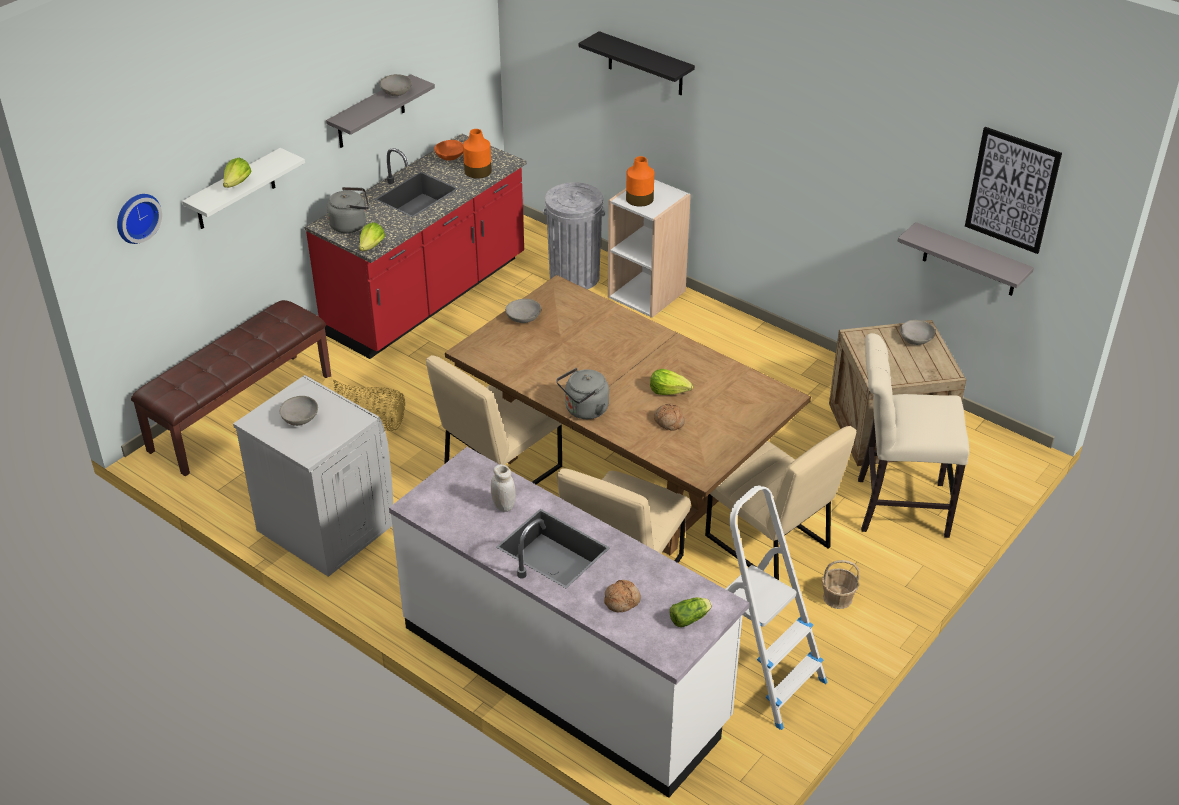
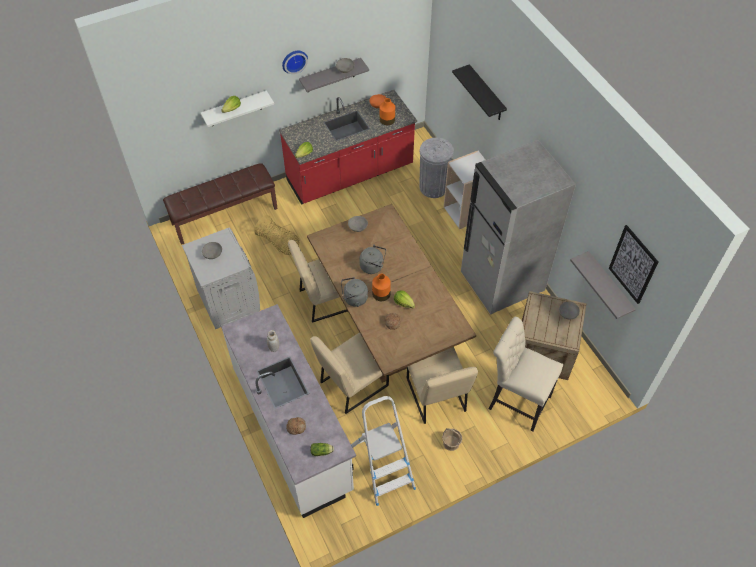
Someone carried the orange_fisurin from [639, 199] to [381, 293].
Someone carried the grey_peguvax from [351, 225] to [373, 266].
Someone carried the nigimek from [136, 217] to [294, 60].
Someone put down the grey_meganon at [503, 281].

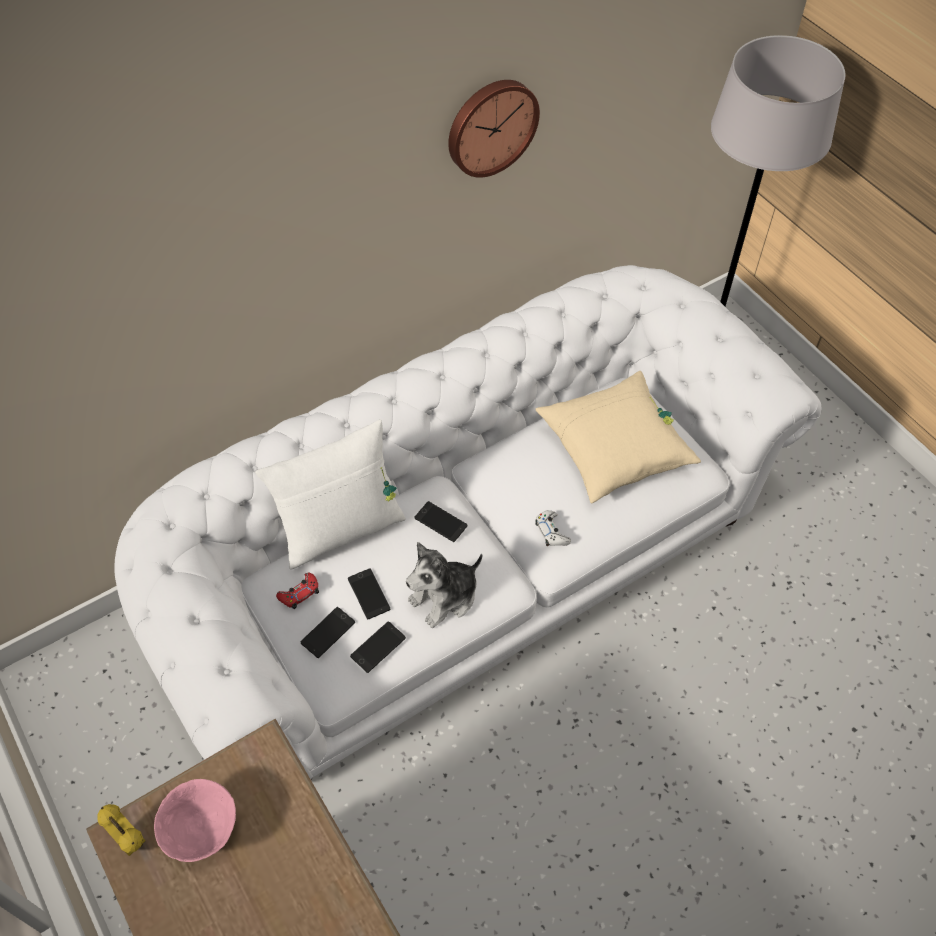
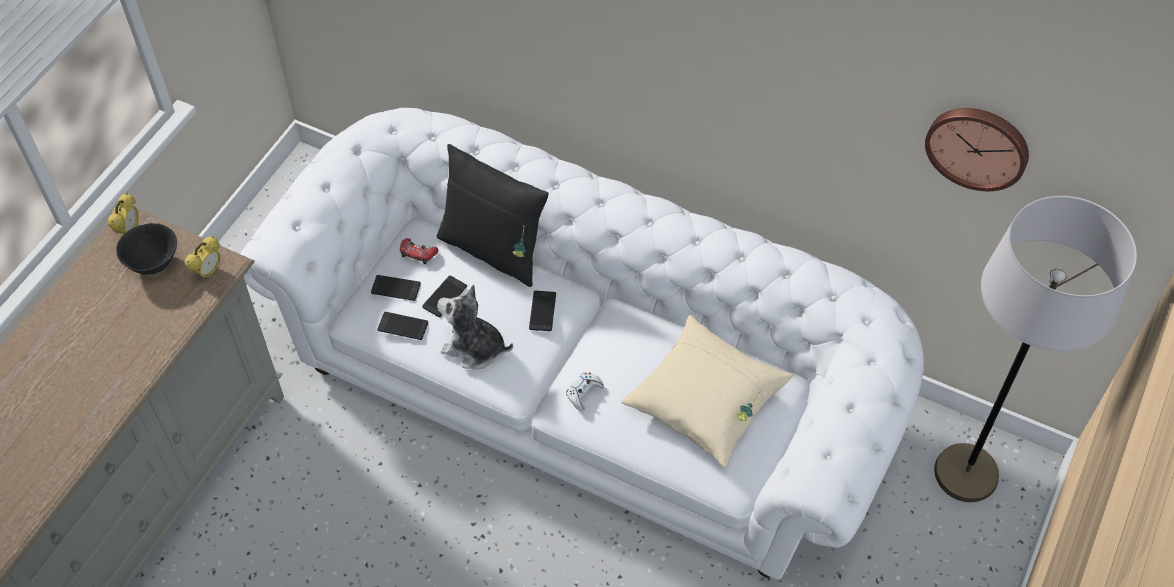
Someone carried the nigimek from [490, 126] to [978, 146].
Someone repainted the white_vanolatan at [341, 530], which became the black_vanolatan at [493, 250].
Someone repainted the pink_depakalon at [203, 831], which became the black_depakalon at [154, 263].
Someone put down the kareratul at [209, 271].

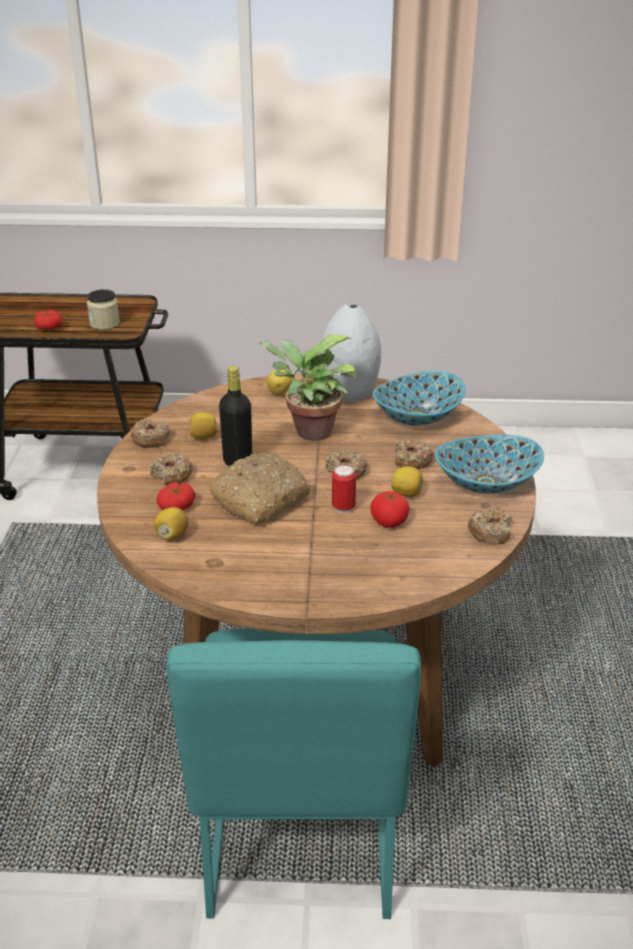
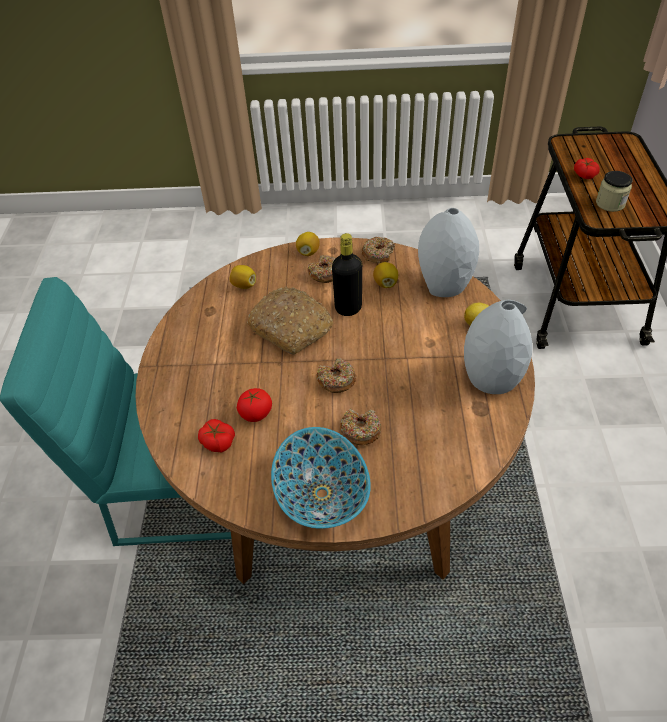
Someone took away the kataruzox at [308, 432].
Someone took away the depakalon at [416, 417].
Someone took away the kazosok at [343, 507].
Someone carried the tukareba from [407, 493] to [308, 252].
Someone carried the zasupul from [177, 506] to [218, 441].
Someone took away the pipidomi at [490, 532].
Someone put down the grey_fisurin at [444, 285].

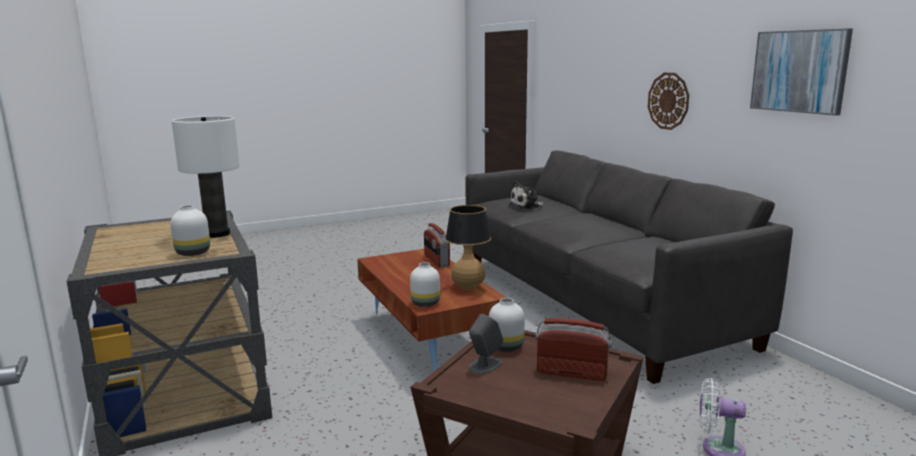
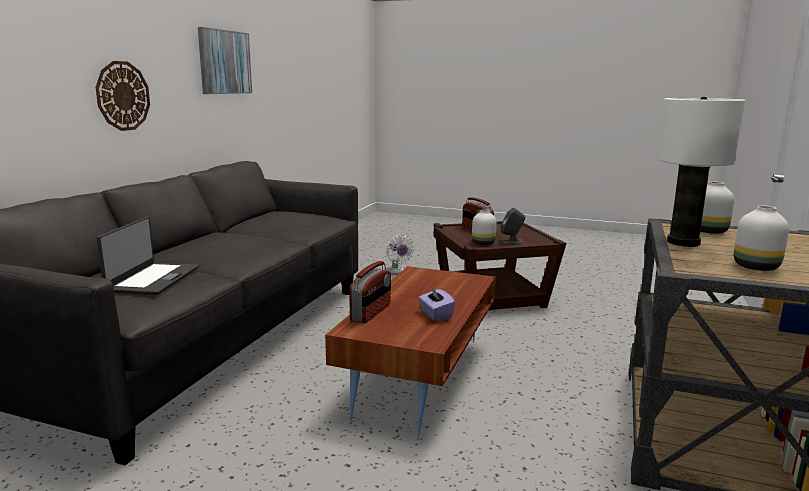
Someone swapped the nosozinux at [527, 206] for the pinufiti at [153, 279].
Someone took away the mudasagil at [465, 286].
Someone carried the white_fisurin from [425, 304] to [756, 267].
Someone put down the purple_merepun at [435, 315].

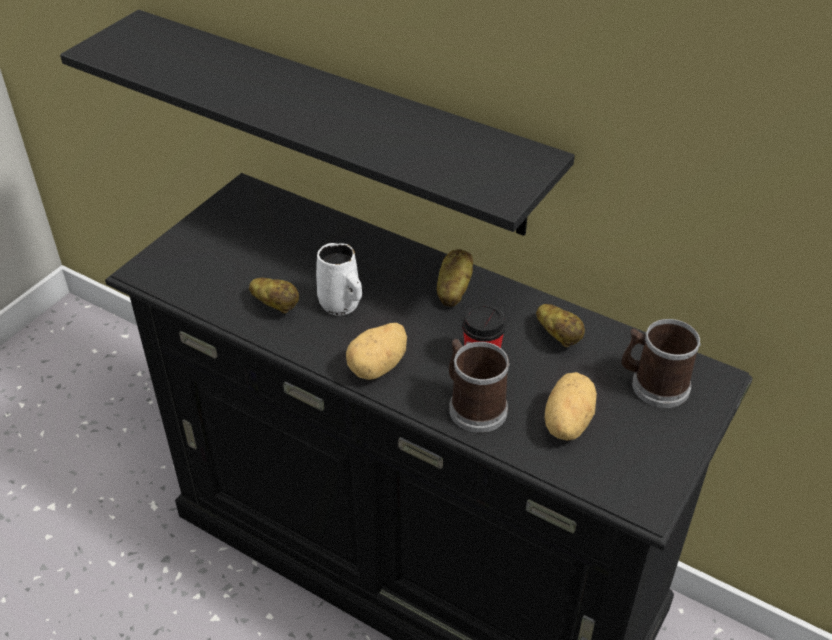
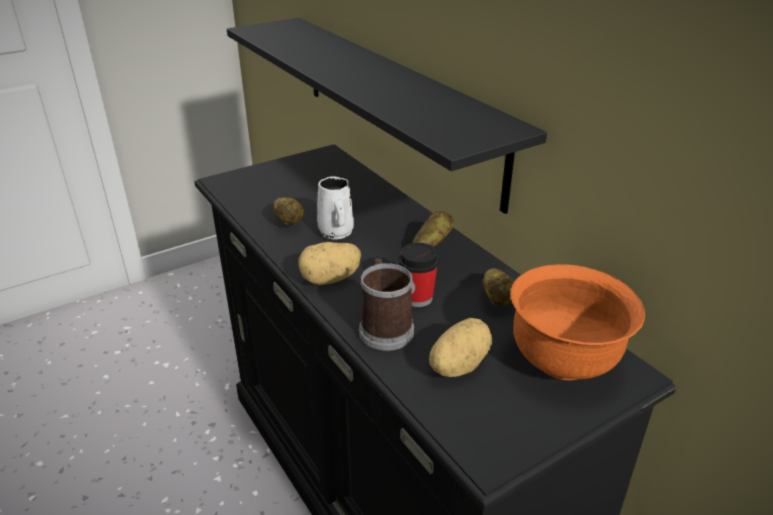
Someone swapped the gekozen at [653, 385] for the orange_depakalon at [564, 361].

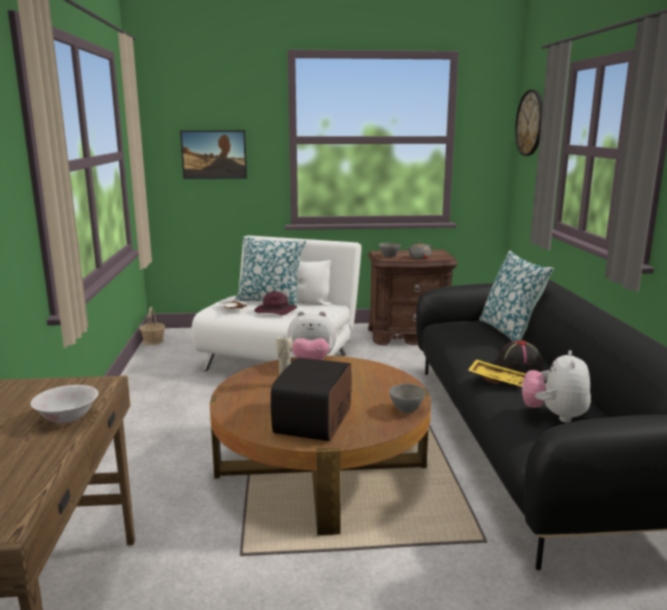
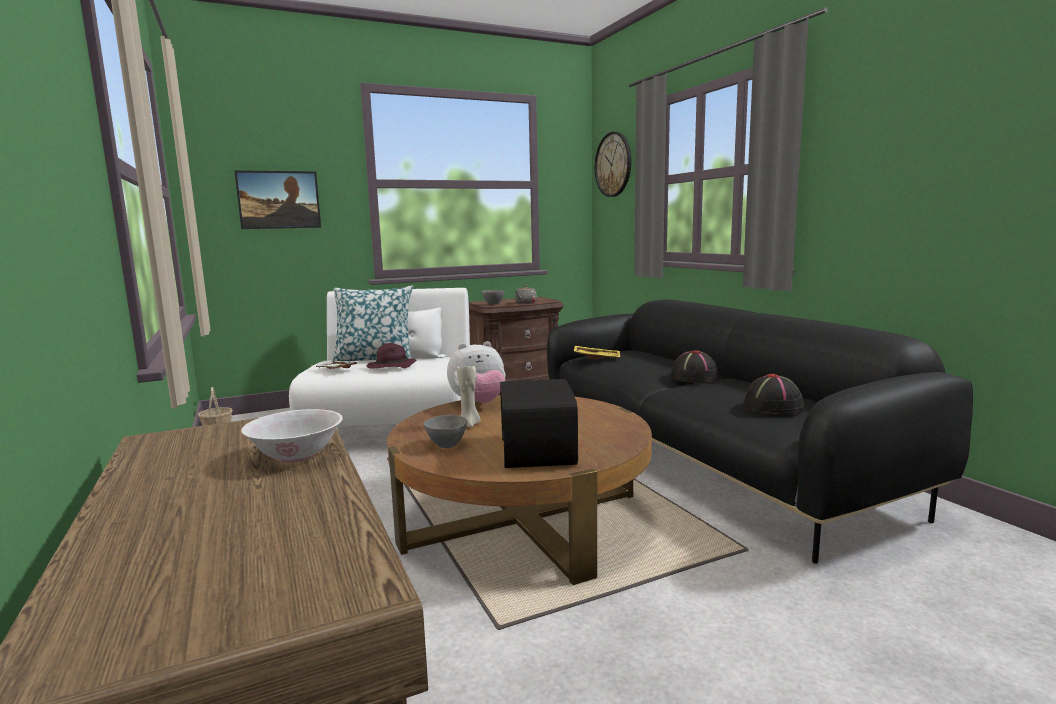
Someone took away the vanolatan at [510, 331].
Someone swapped the nosozinux at [554, 415] for the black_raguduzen at [773, 407].
Someone carried the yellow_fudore from [498, 380] to [597, 358].
Someone carried the grey_depakalon from [406, 410] to [446, 445].

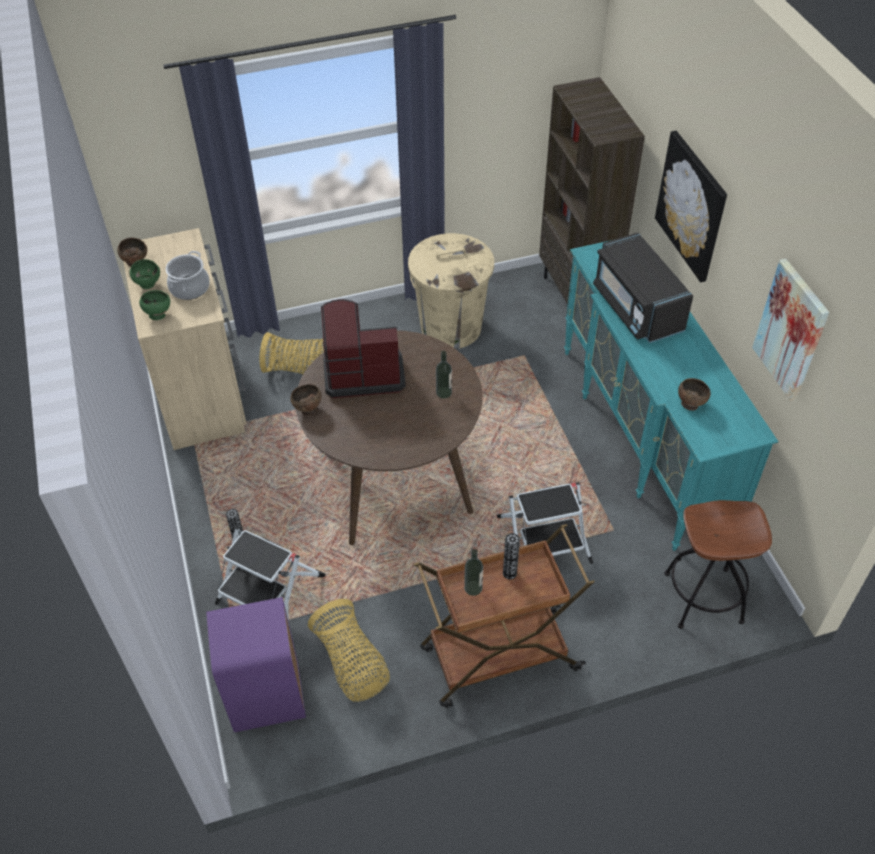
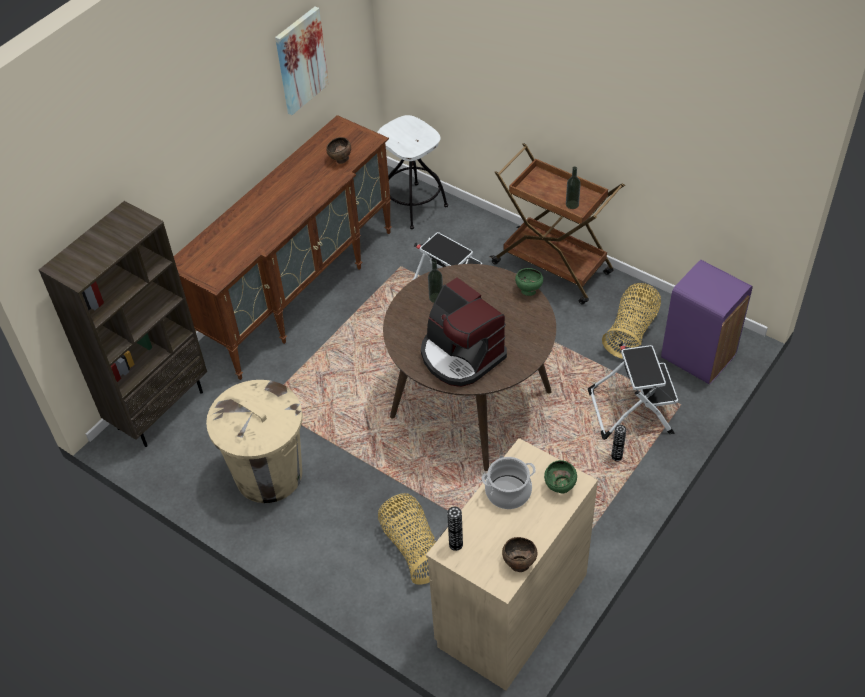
Someone took away the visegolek at [692, 206].
Someone took away the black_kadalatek at [636, 308].
Someone repainted the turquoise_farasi at [642, 437], which became the brown_farasi at [299, 291].
Someone carried the green_depakalon from [149, 285] to [528, 291].
Someone took away the brown_depakalon at [307, 410].
Someone repainted the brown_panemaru at [703, 597], which became the white_panemaru at [414, 205].
Someone carried the fisurin from [509, 573] to [456, 544].

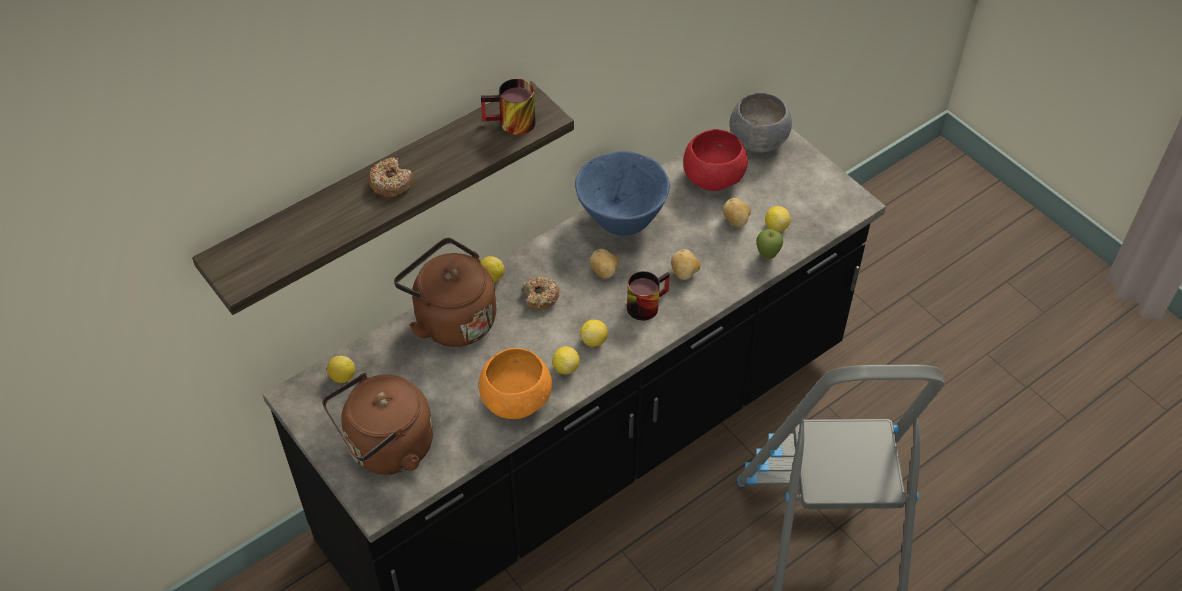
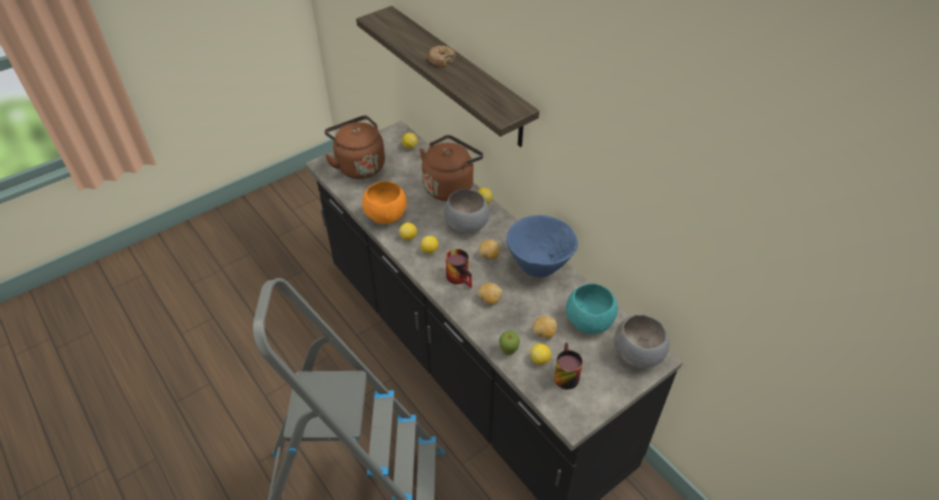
Someone carried the gekozen from [511, 124] to [563, 374].
Someone repainted the red_depakalon at [712, 177], which became the turquoise_depakalon at [589, 320].
Someone swapped the pipidomi at [540, 297] for the grey_depakalon at [467, 225].

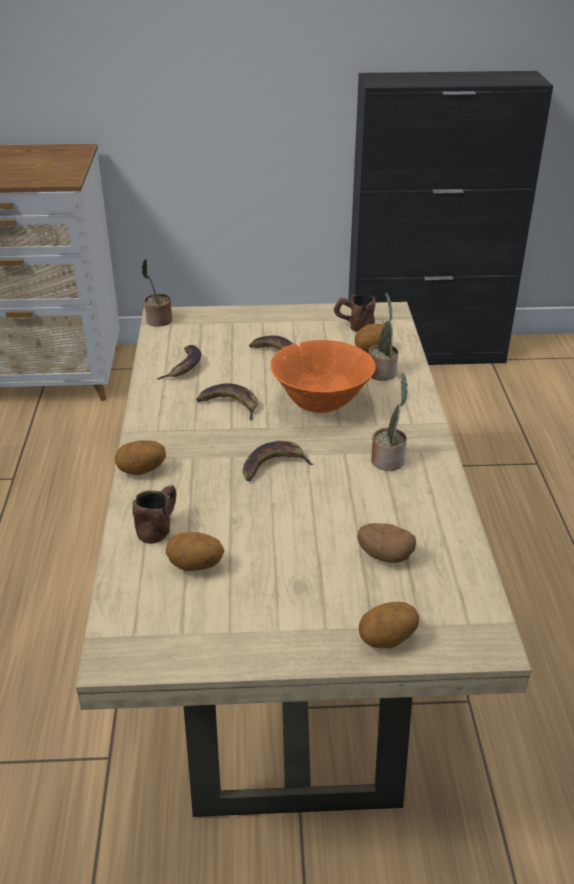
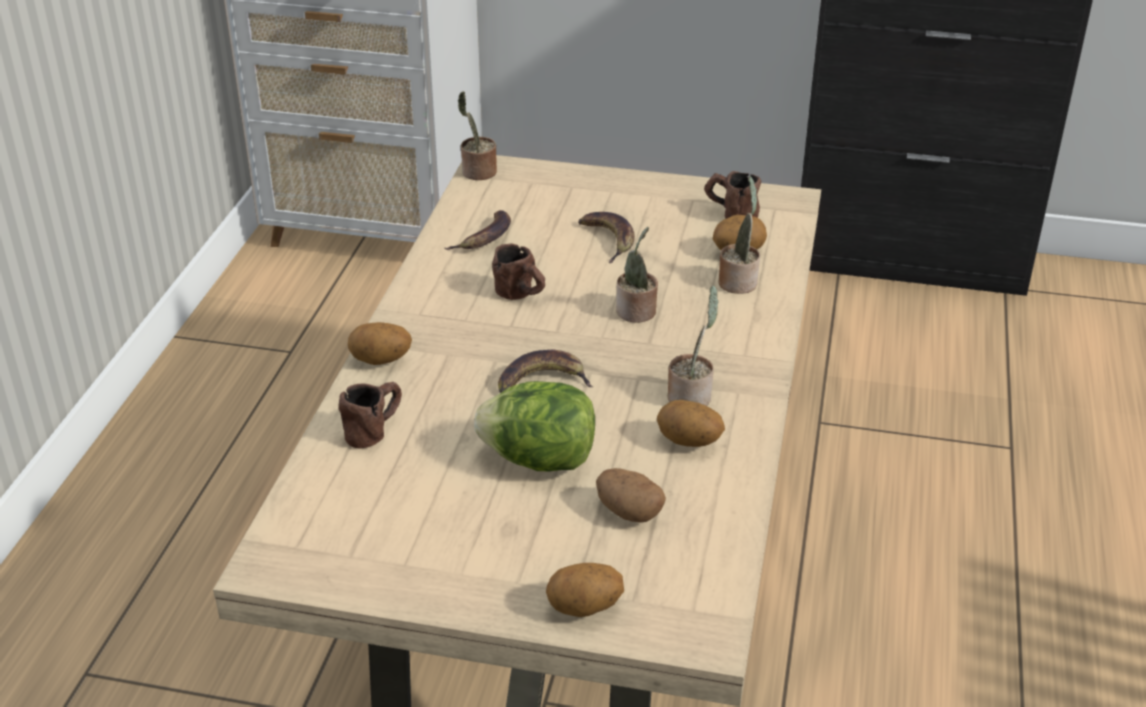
Someone swapped the orange_depakalon at [320, 405] for the kataruzox at [636, 313].
Someone swapped the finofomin at [230, 405] for the brown_gekozen at [522, 295].
Someone carried the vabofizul from [195, 566] to [688, 442].
Someone put down the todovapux at [540, 460].

